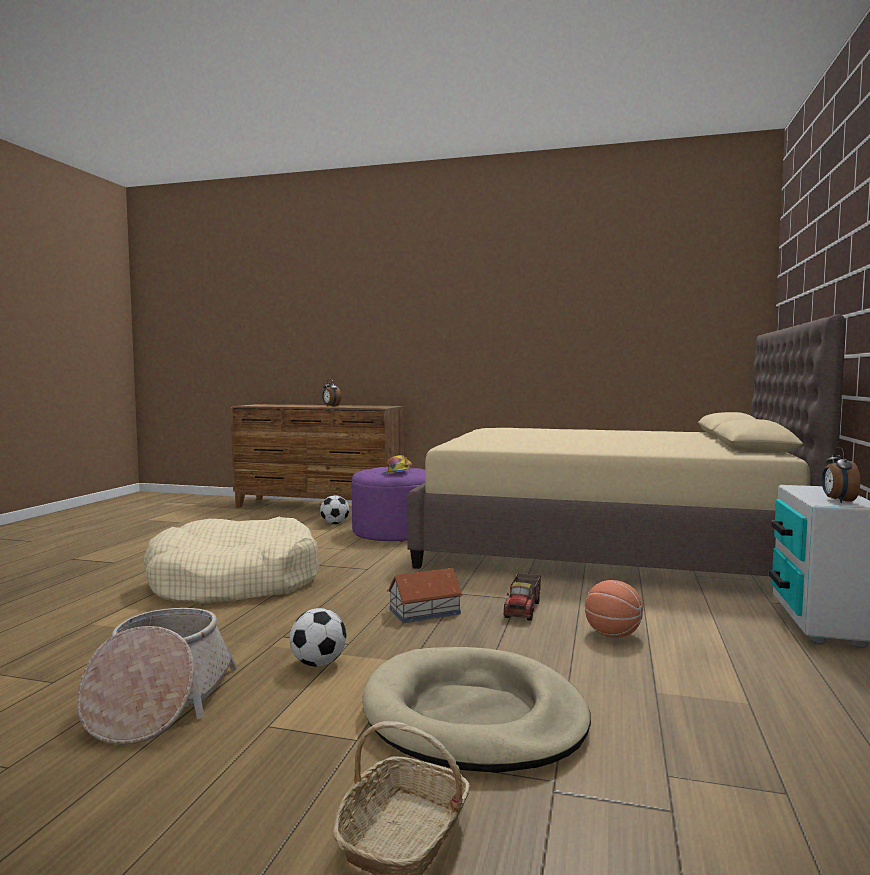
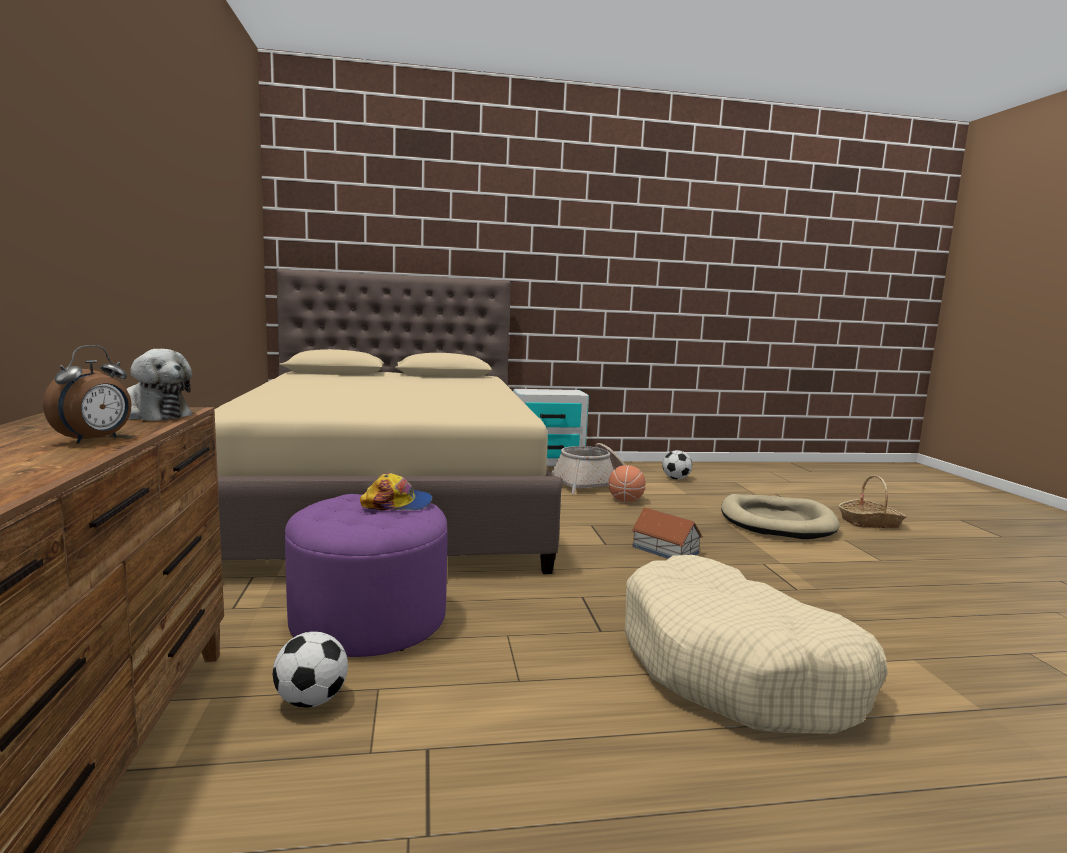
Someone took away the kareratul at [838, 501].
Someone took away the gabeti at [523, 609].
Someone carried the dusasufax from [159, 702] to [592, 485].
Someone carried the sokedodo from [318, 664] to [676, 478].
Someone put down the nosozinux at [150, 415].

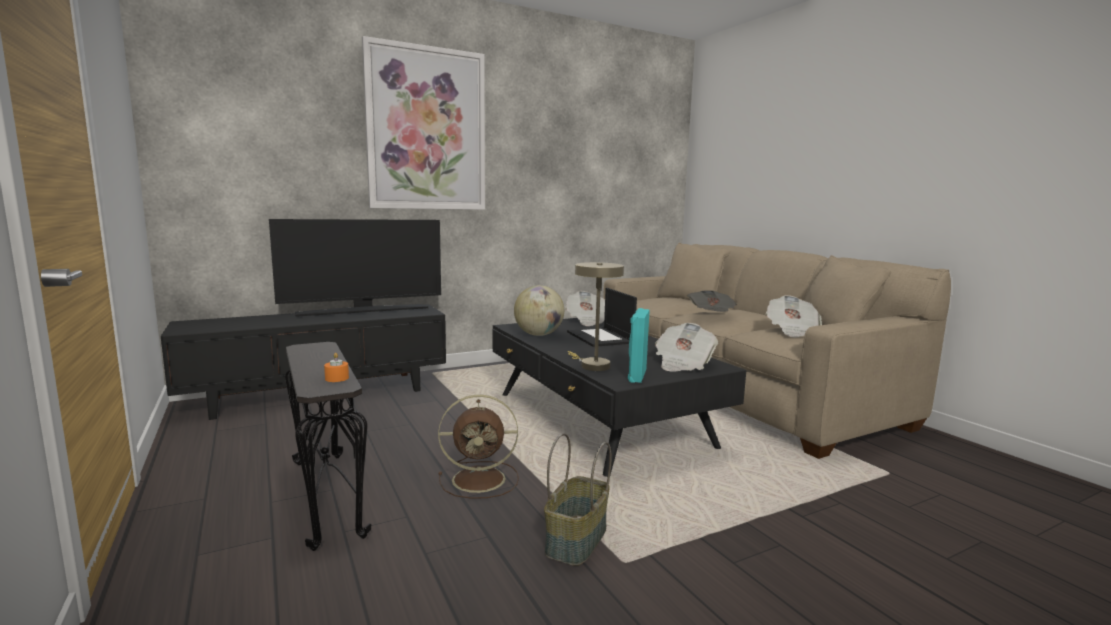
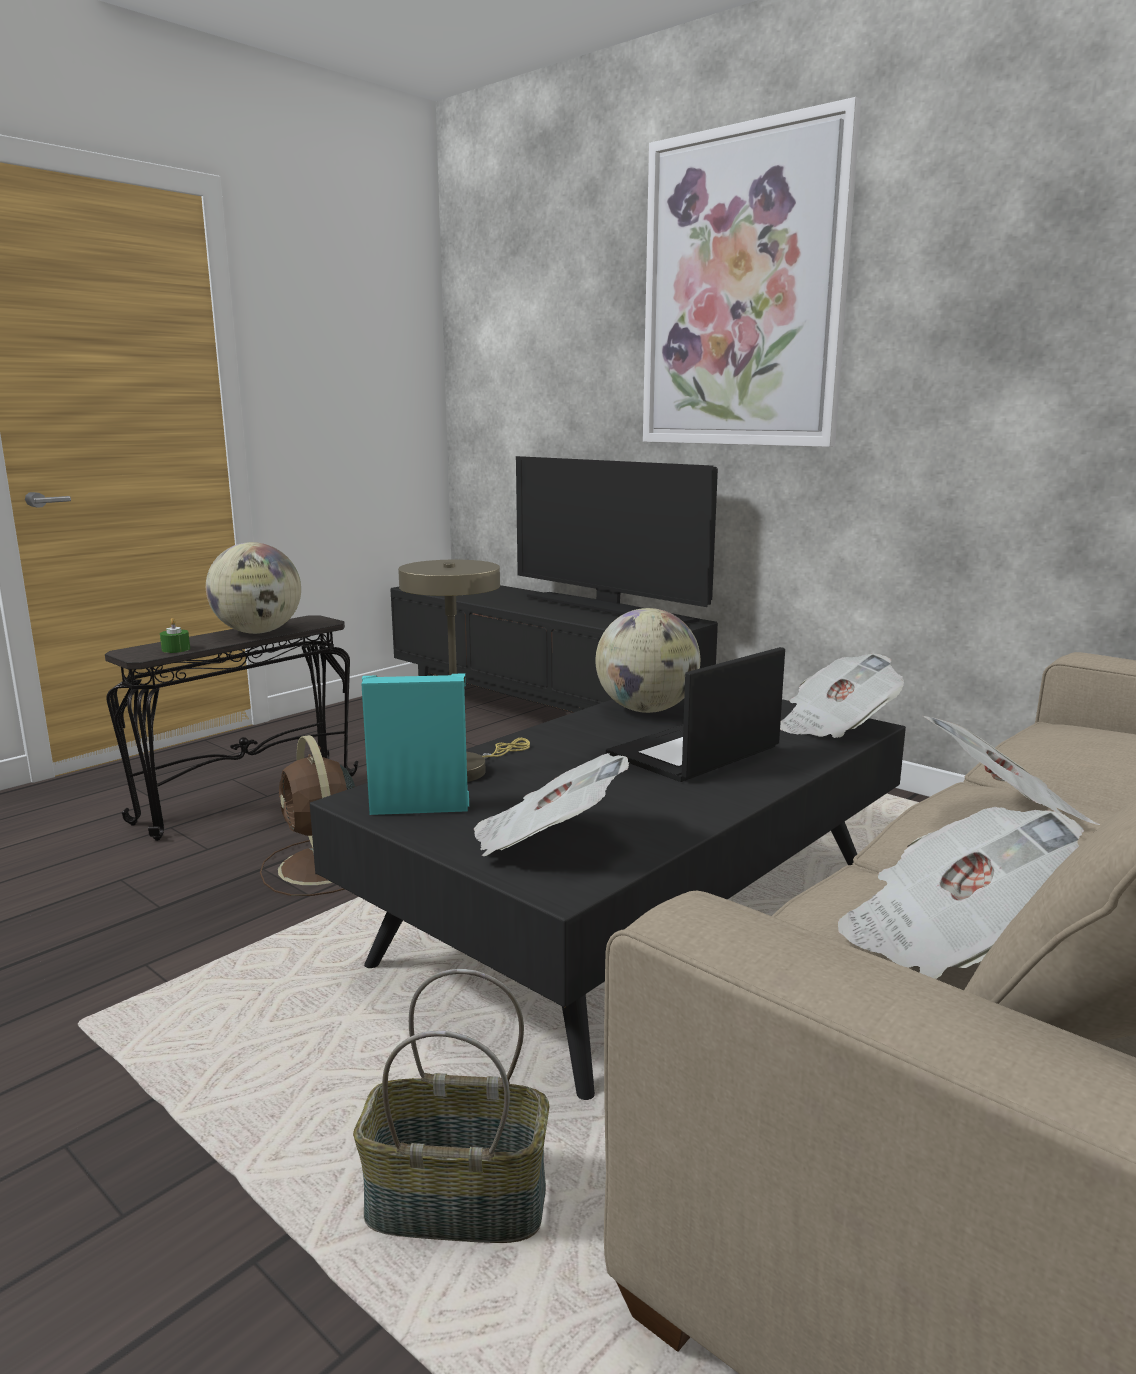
Someone repainted the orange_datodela at [337, 378], which became the green_datodela at [176, 649].
Someone carried the dusasufax from [577, 541] to [454, 1205].
Someone put down the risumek at [258, 632].

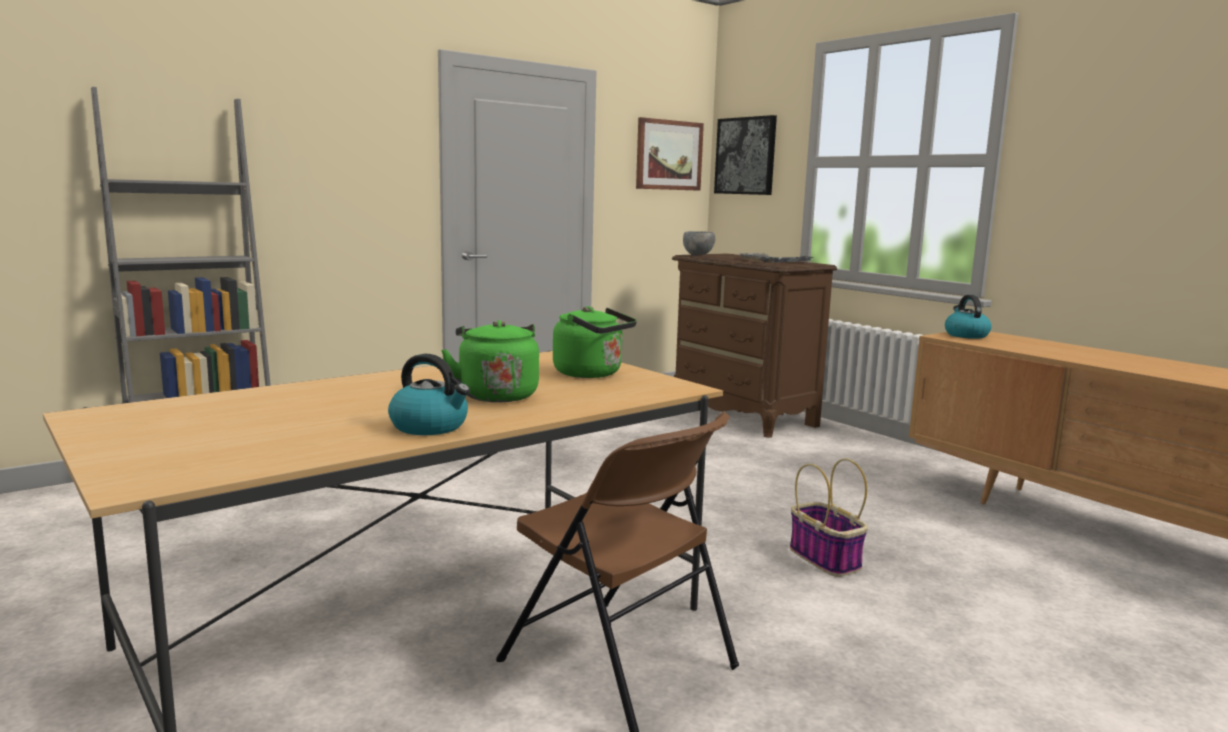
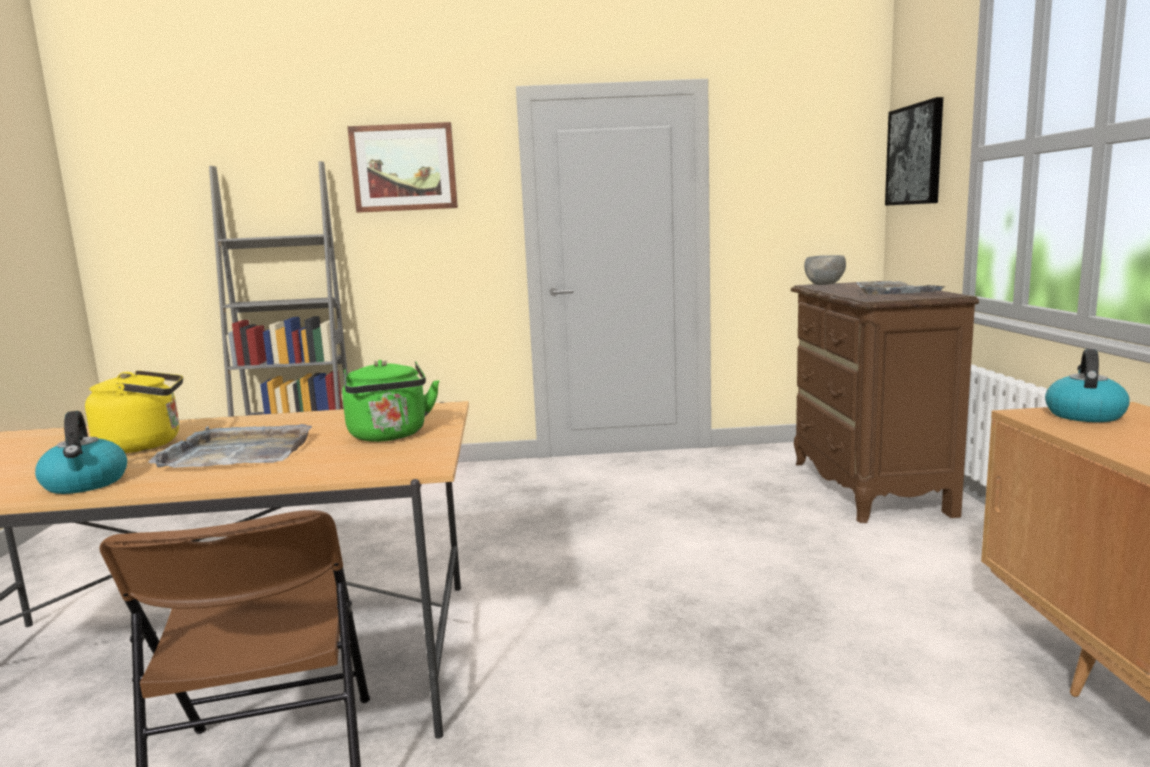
Someone carried the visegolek from [668, 155] to [404, 168].
Someone swapped the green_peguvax at [496, 395] for the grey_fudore at [238, 453].
Someone took away the dusasufax at [826, 559].
Someone put down the yellow_peguvax at [145, 445].

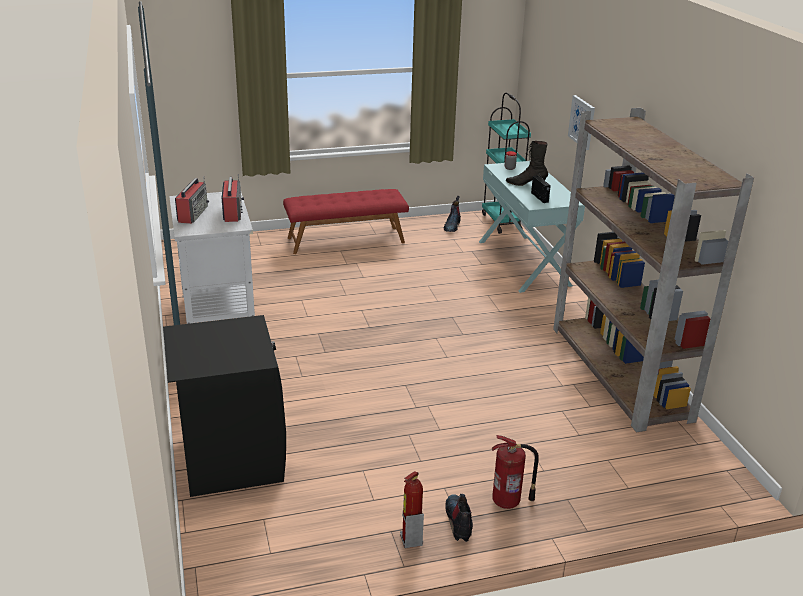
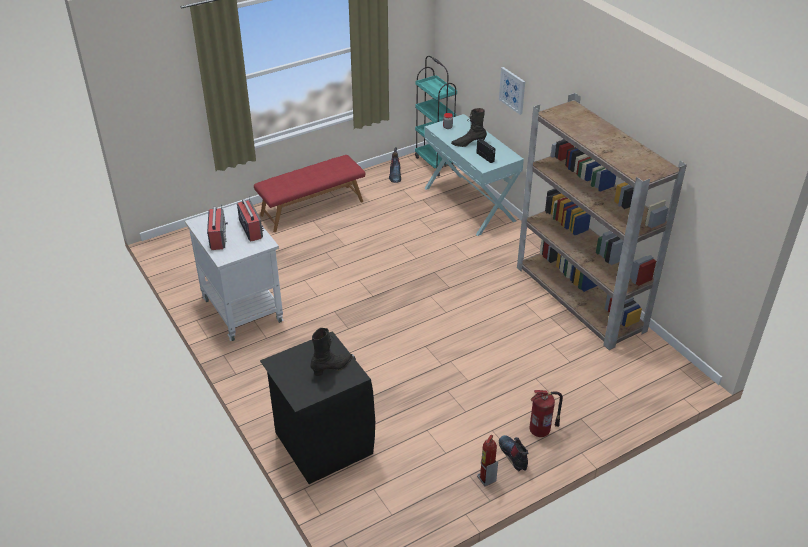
Someone put down the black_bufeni at [332, 368].

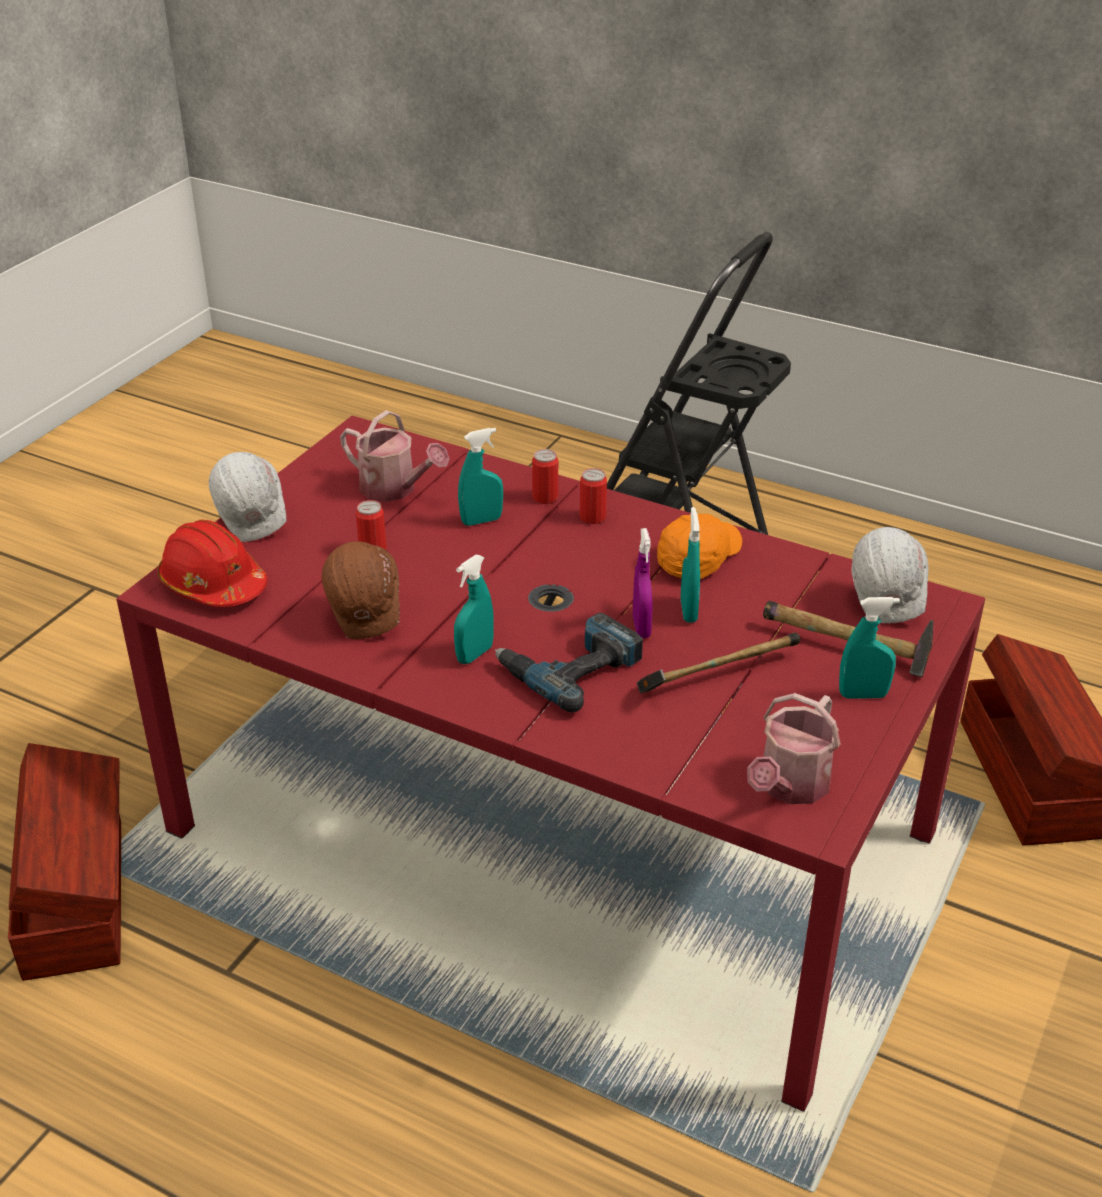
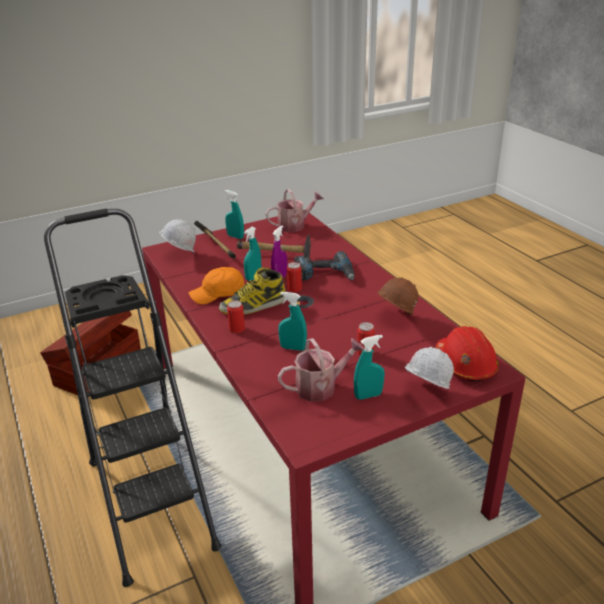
Someone rotated the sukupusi at [394, 489] by 90 degrees clockwise.
Someone carried the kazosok from [545, 497] to [294, 289].
Someone carried the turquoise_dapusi from [474, 654] to [368, 395].
Someone took away the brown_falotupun at [78, 895].
Someone put down the bufeni at [253, 305].

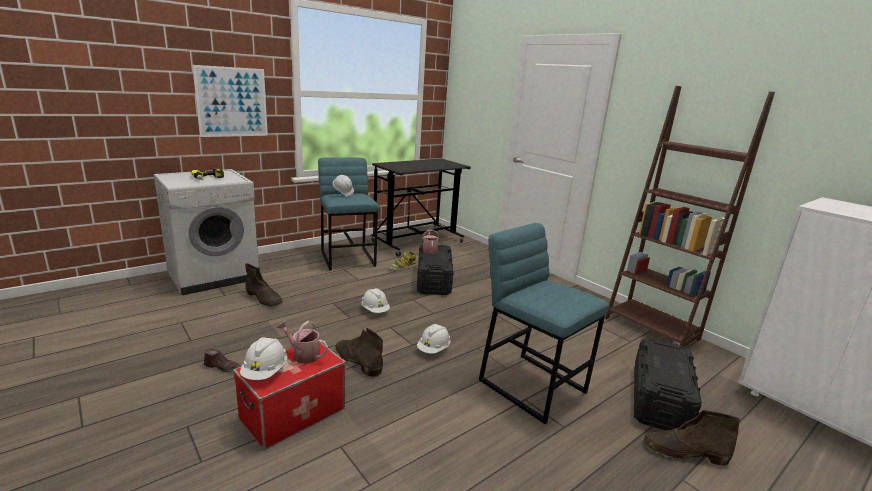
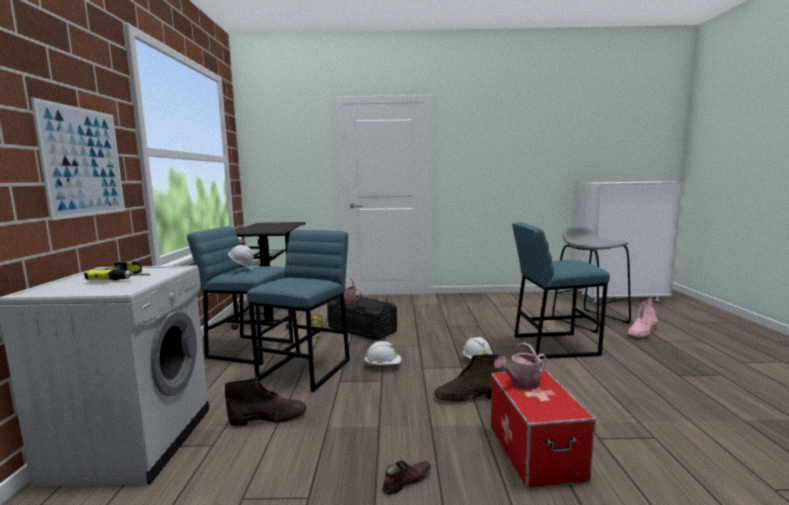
Someone took away the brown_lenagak at [651, 328].
Someone took away the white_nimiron at [265, 372].
Someone swapped the black_falotupun at [659, 399] for the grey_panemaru at [590, 320].
Someone repainted the brown_bufeni at [684, 452], which became the pink_bufeni at [642, 332].
Someone put down the blue_panemaru at [306, 369].

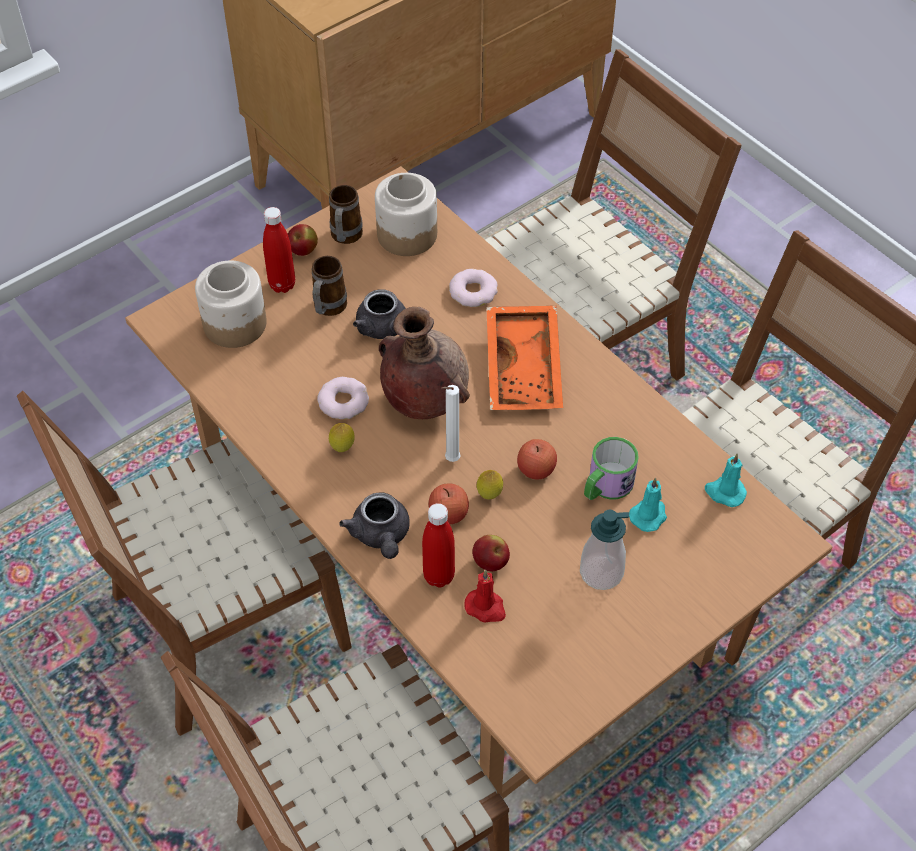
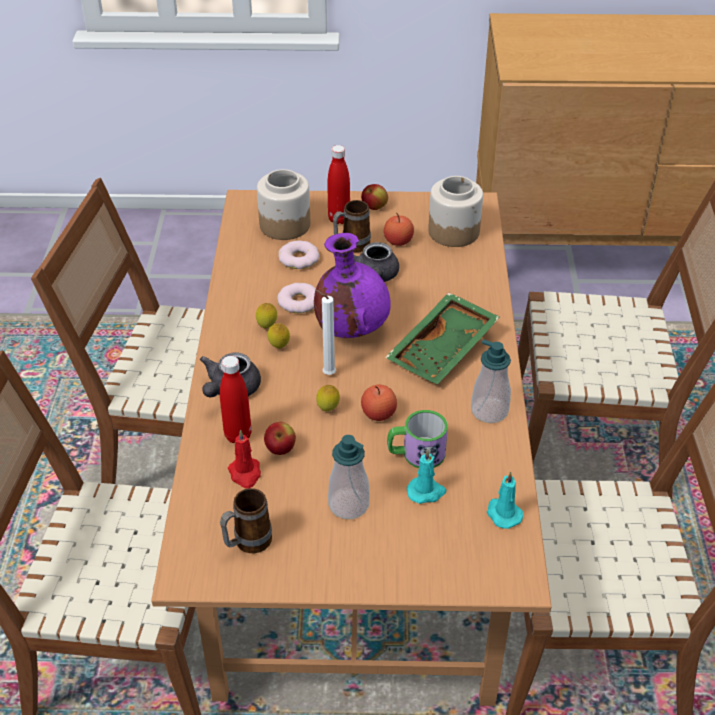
Someone carried the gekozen from [345, 238] to [247, 544].
Someone carried the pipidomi from [473, 292] to [299, 259].
Someone repainted the orange_fudore at [526, 368], which became the green_fudore at [444, 350].
Someone repainted the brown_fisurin at [423, 400], which became the purple_fisurin at [351, 329].
Someone carried the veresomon from [448, 514] to [398, 241].
Someone put down the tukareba at [279, 347].
Someone put down the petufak at [489, 411].

